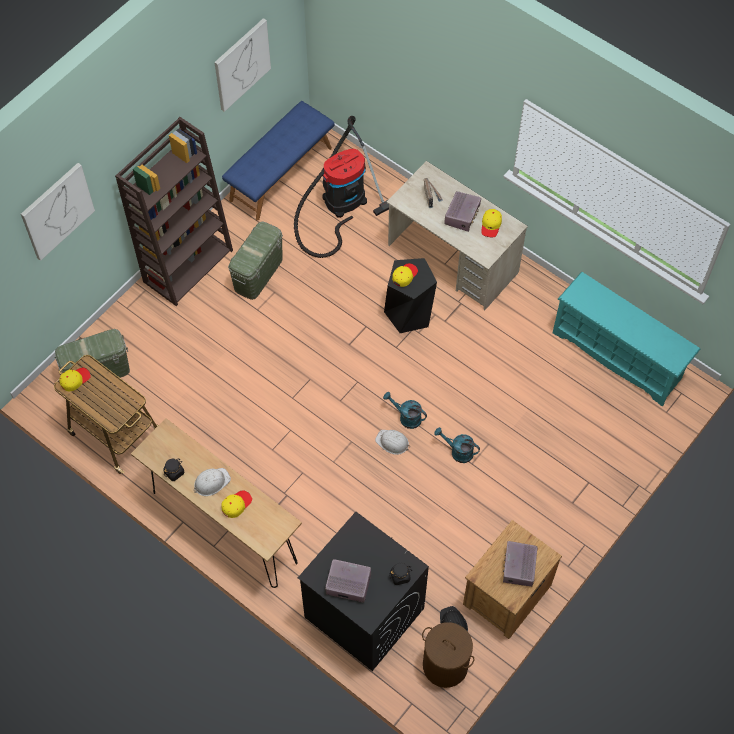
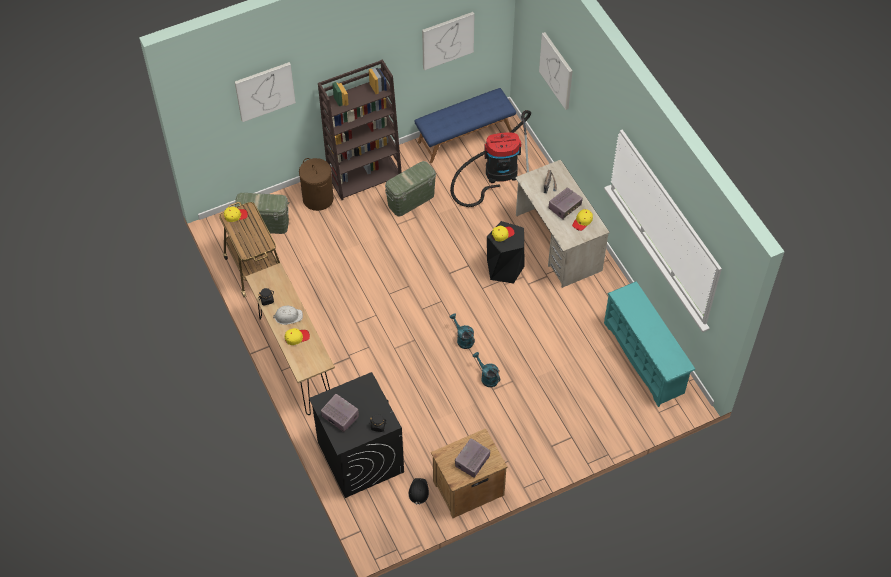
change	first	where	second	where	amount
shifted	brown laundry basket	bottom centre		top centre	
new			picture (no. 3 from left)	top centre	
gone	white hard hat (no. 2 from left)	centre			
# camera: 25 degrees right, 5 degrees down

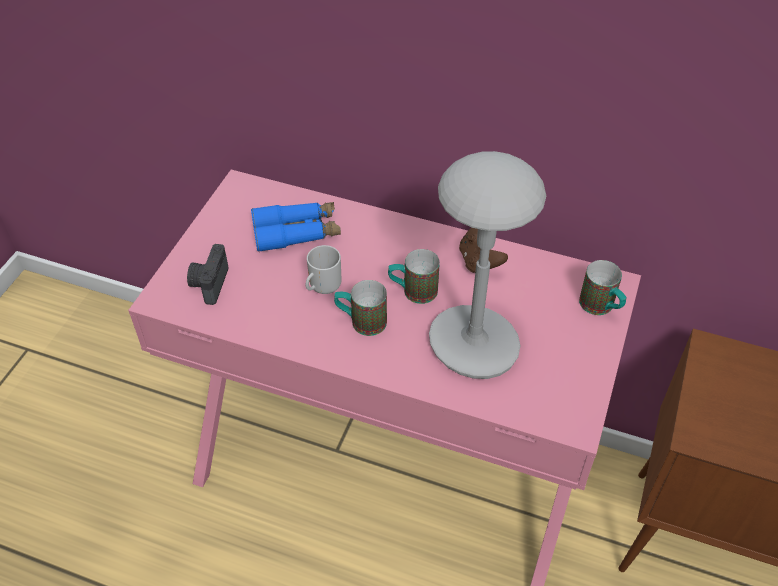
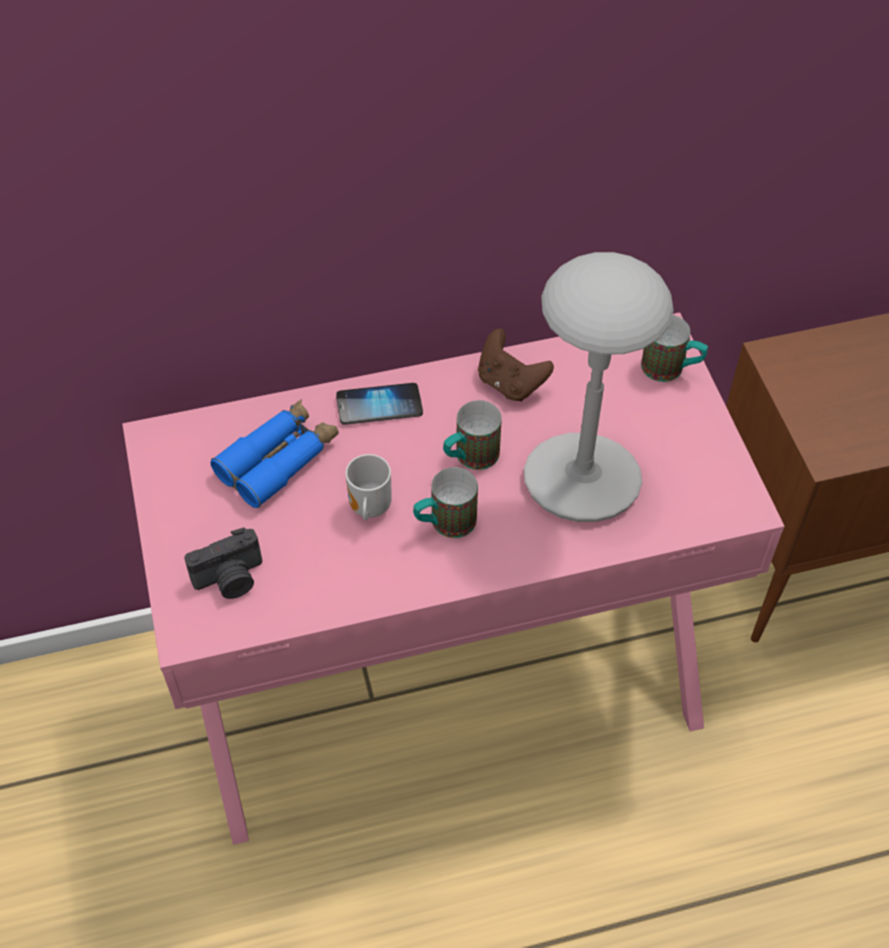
change	first	where	second	where	amount
rotated	photo camera	middle left		middle left	90 degrees counterclockwise
new			phone	centre	
# camera: 35 degrees left, 5 degrees up

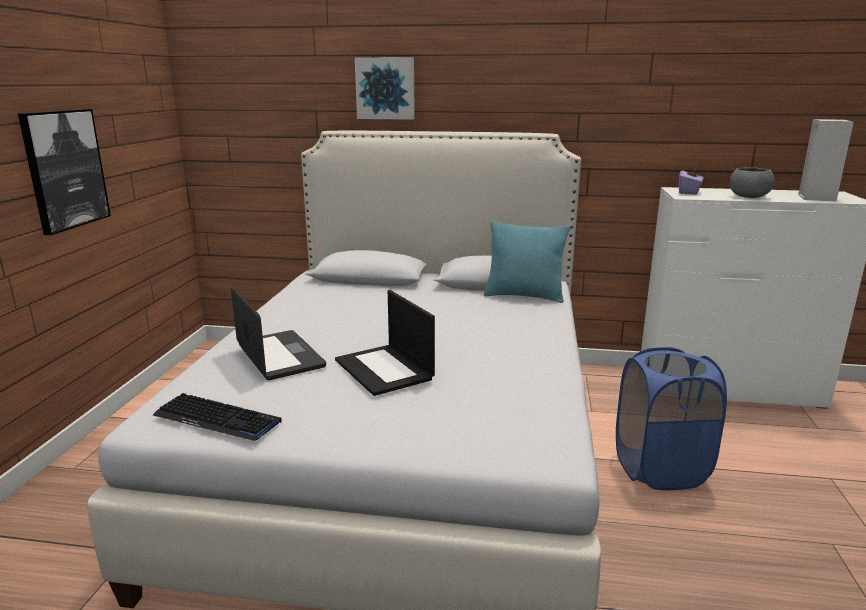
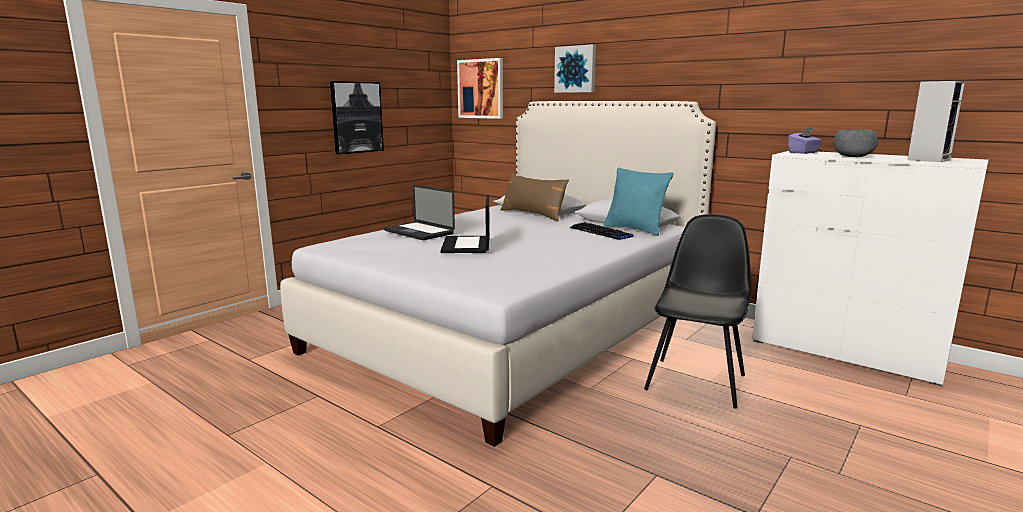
change	first	where	second	where	amount
rotated	laptop (no. 1 from left)	middle left		centre	135 degrees clockwise
new			picture (no. 2 from left)	top centre	
new			brown pillow	centre	
shifted	keyboard	bottom left		centre	
swapped	blue laundry basket	bottom right	black chair	middle right	
# camera: 30 degrees right, 5 degrees down

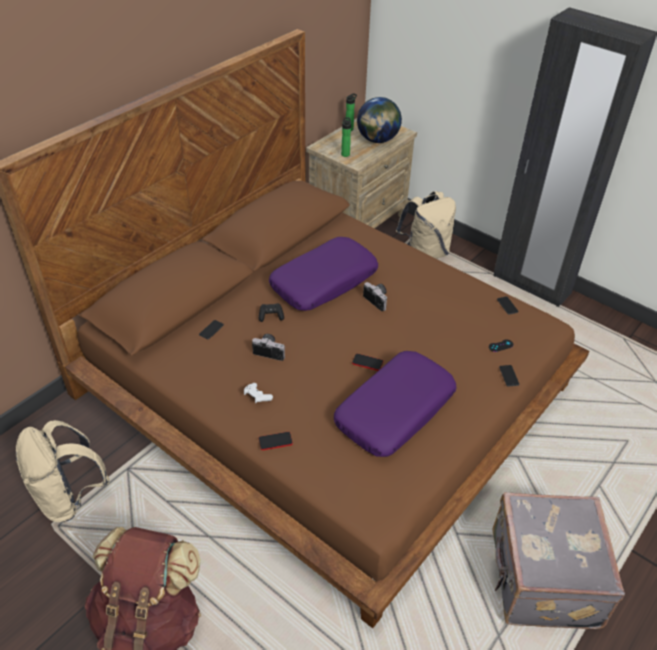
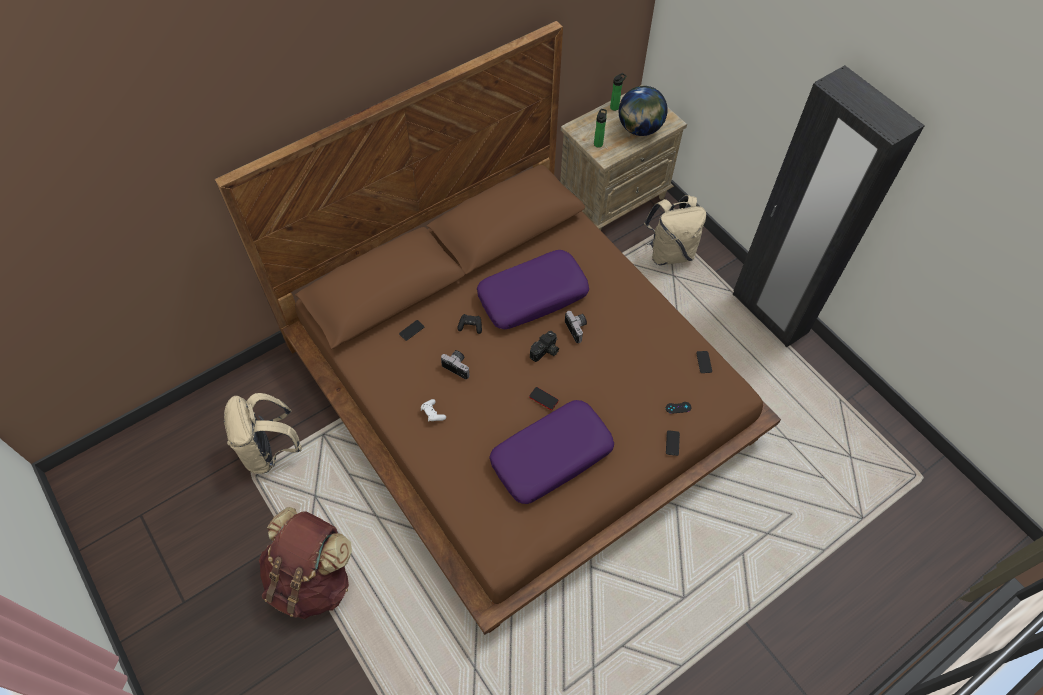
change	first	where	second	where	amount
new			photo camera (no. 2 from left)	centre	
gone	phone (no. 2 from left)	bottom centre			
gone	grey suitcase	bottom right			
# camera: 15 degrees right, 15 degrees up

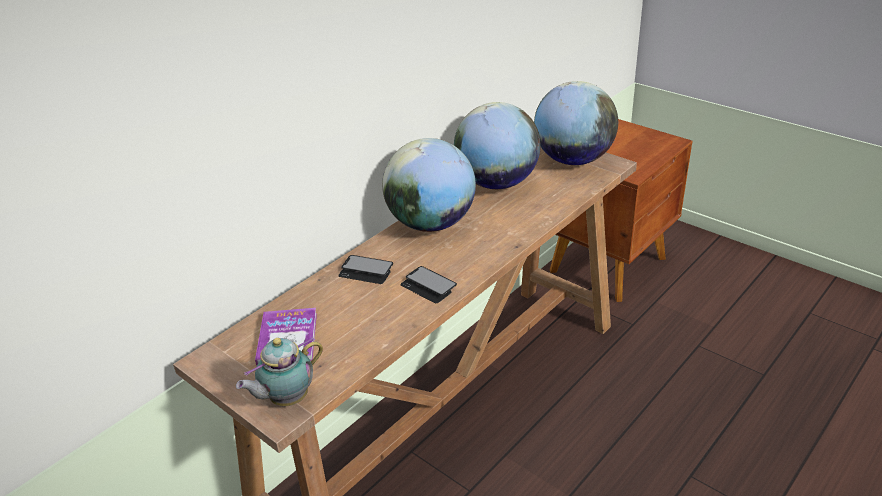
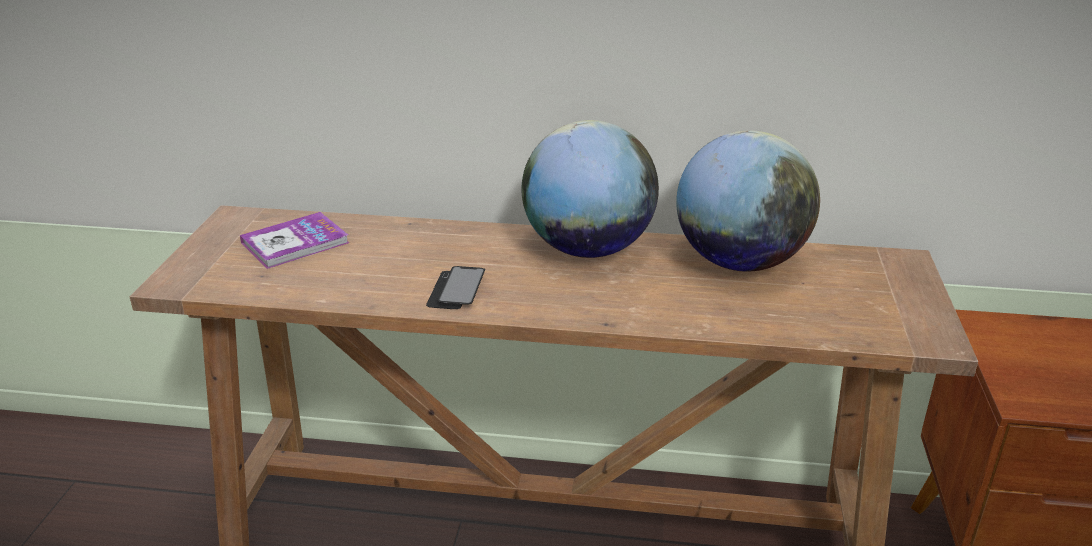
change	first	where	second	where	amount
gone	teapot	bottom left			
gone	phone (no. 1 from left)	centre			
gone	globe (no. 3 from left)	top centre			
# camera: 55 degrees right, 5 degrees down

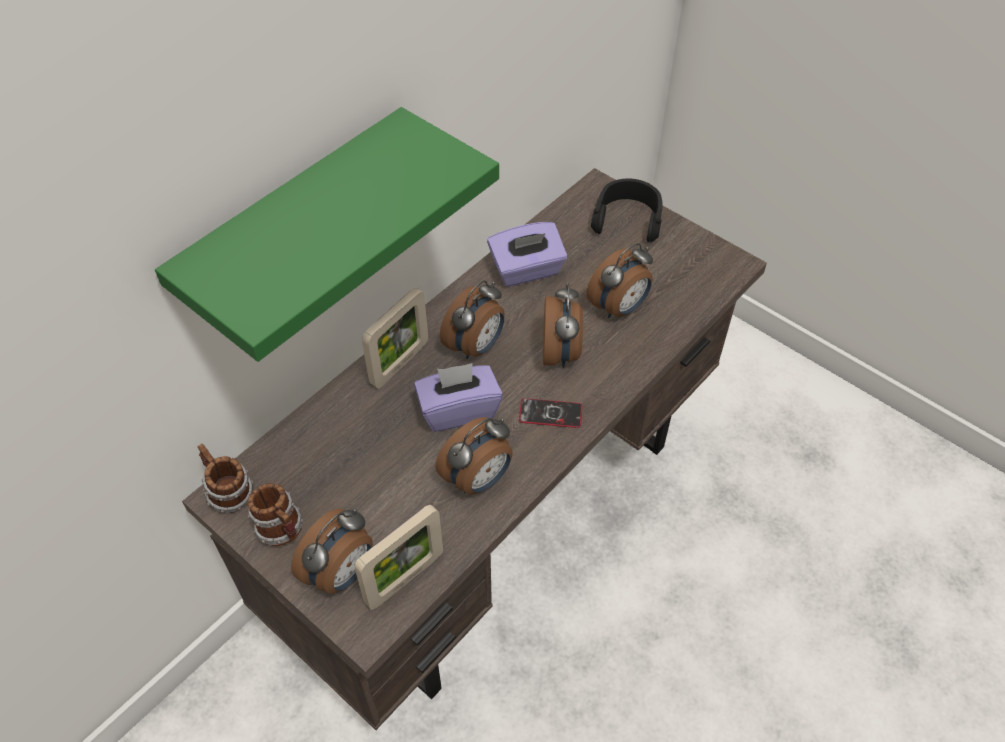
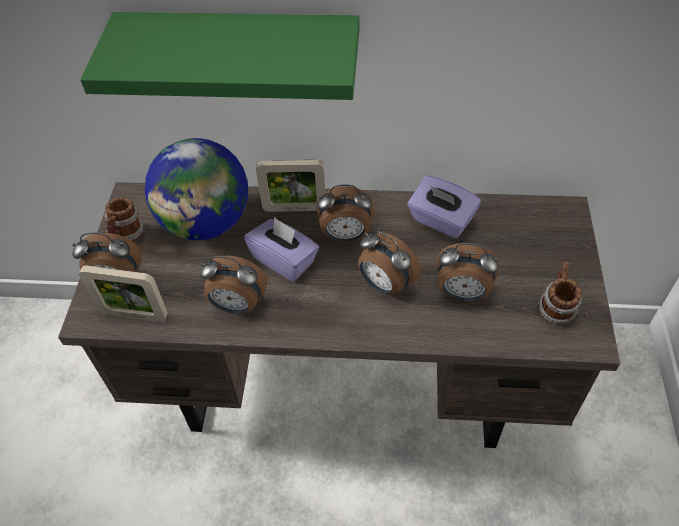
change	first	where	second	where	amount
new			globe	middle left	
rotated	alarm clock (no. 4 from left)	centre		centre	75 degrees clockwise
shifted	mug (no. 1 from left in the first image)	middle left	mug (no. 2 from left)	middle right	
gone	phone	centre			
gone	black headphones	top centre			
# camera: 55 degrees right, 0 degrees up

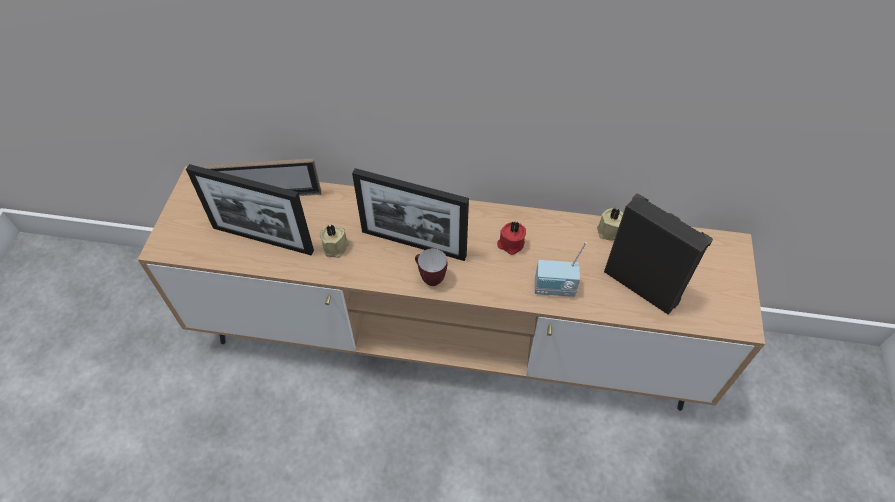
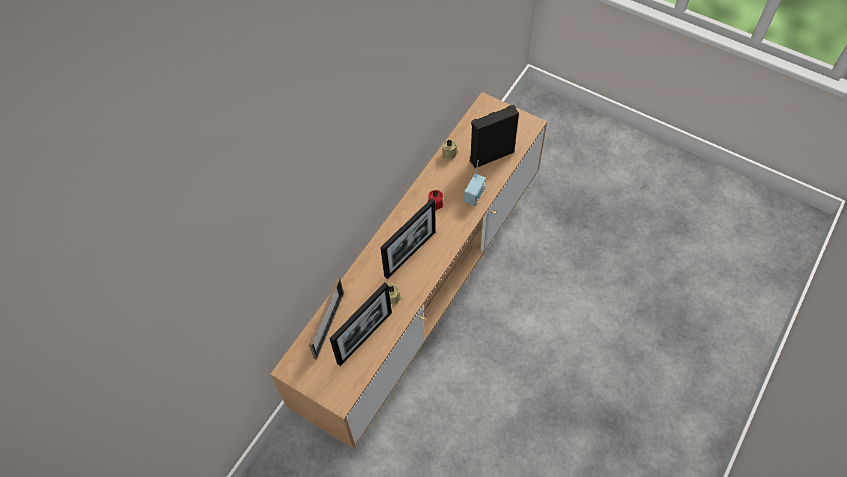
change	first	where	second	where	amount
gone	mug	centre			
# camera: 65 degrees left, 5 degrees up

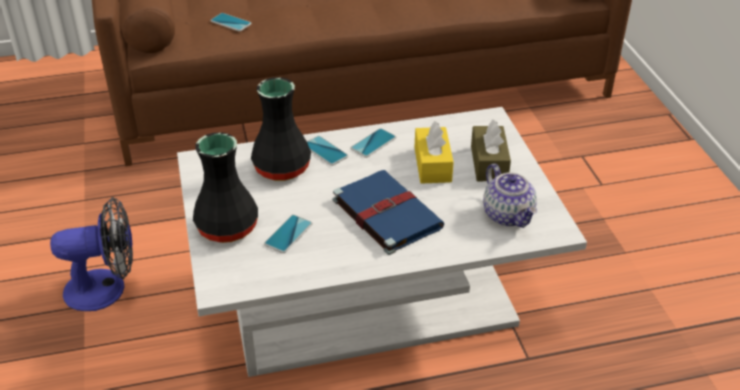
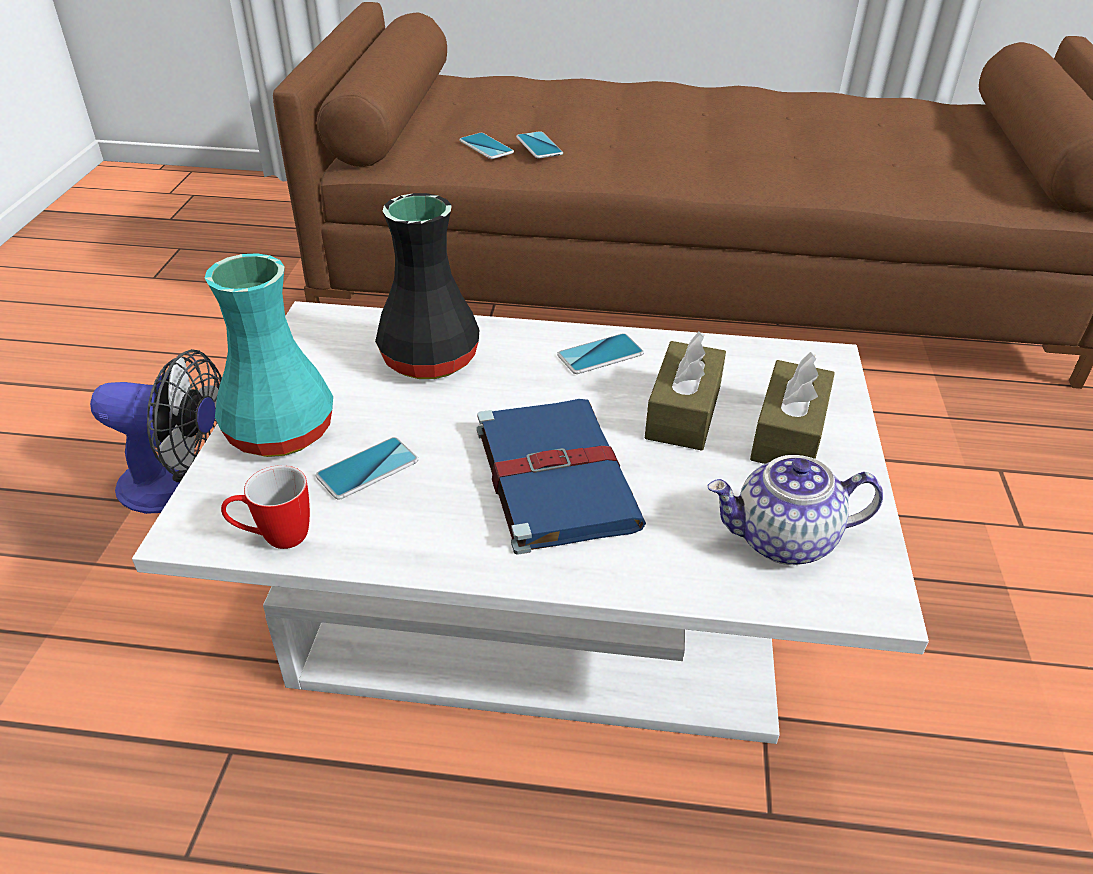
change	first	where	second	where	amount
repainted	black vase (no. 1 from left)	middle left	turquoise vase	middle left	
new			mug	middle left	
shifted	phone (no. 3 from left)	centre		top centre	
repainted	yellow tissue box	centre	brown tissue box (no. 1 from left)	centre	
rotated	teapot	middle right		middle right	90 degrees clockwise
# camera: 20 degrees right, 0 degrees up

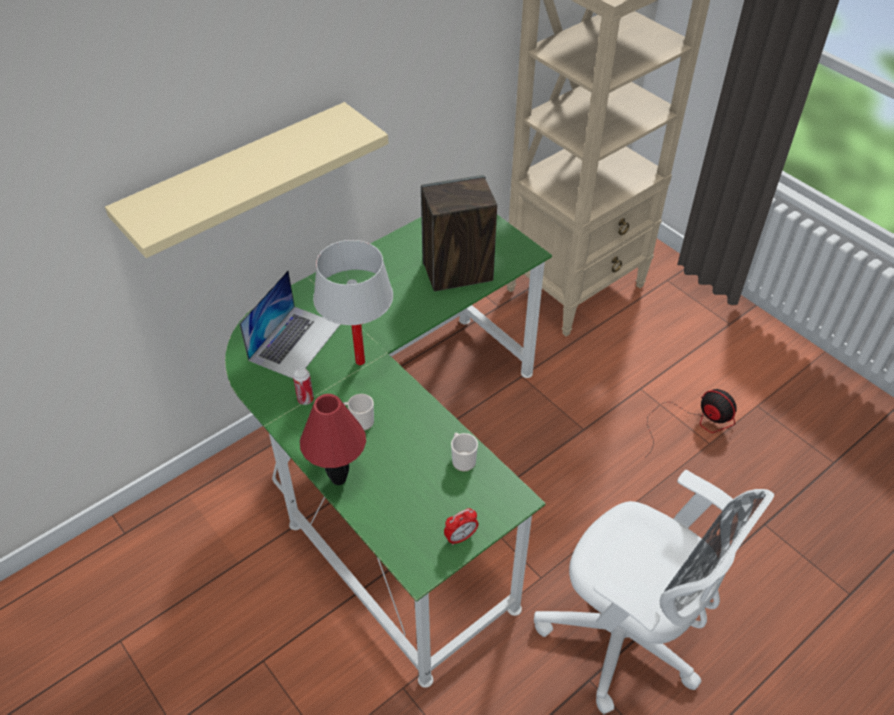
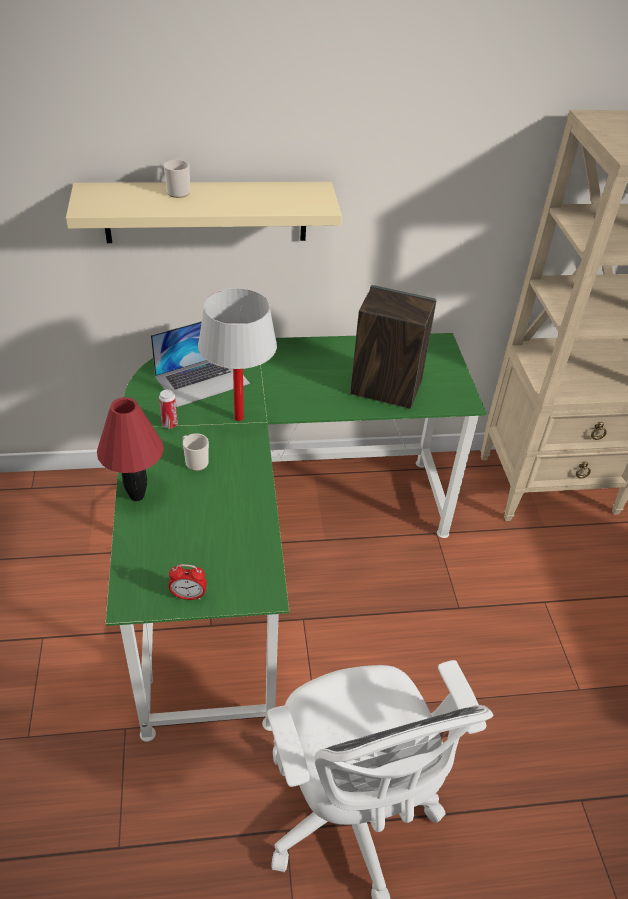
change	first	where	second	where	amount
shifted	mug (no. 2 from left in the first image)	centre	mug (no. 1 from left)	top left	
gone	fan	middle right			
# camera: 30 degrees right, 5 degrees down

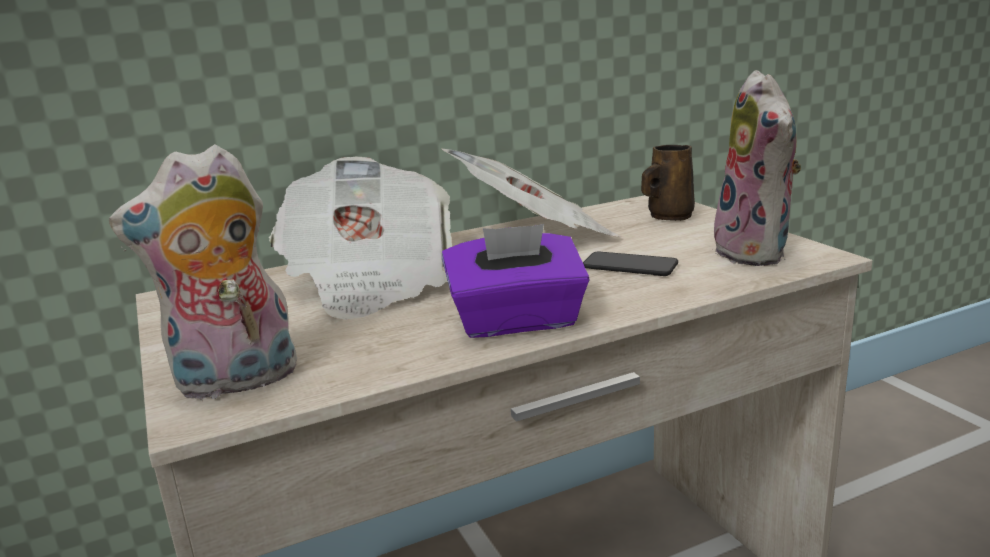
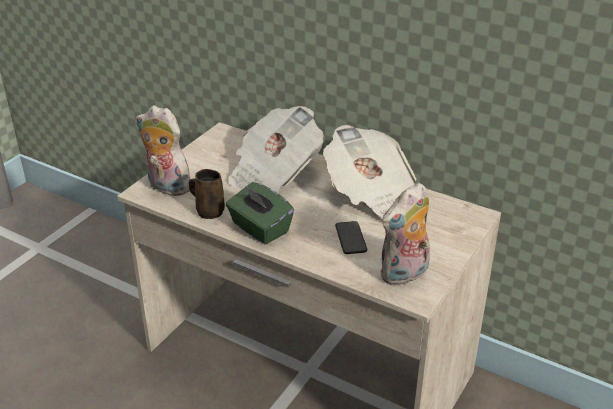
change	first	where	second	where	amount
shifted	brown mug	top right		centre	
repainted	purple tissue box	centre	green tissue box	centre	
# camera: 55 degrees right, 15 degrees up

